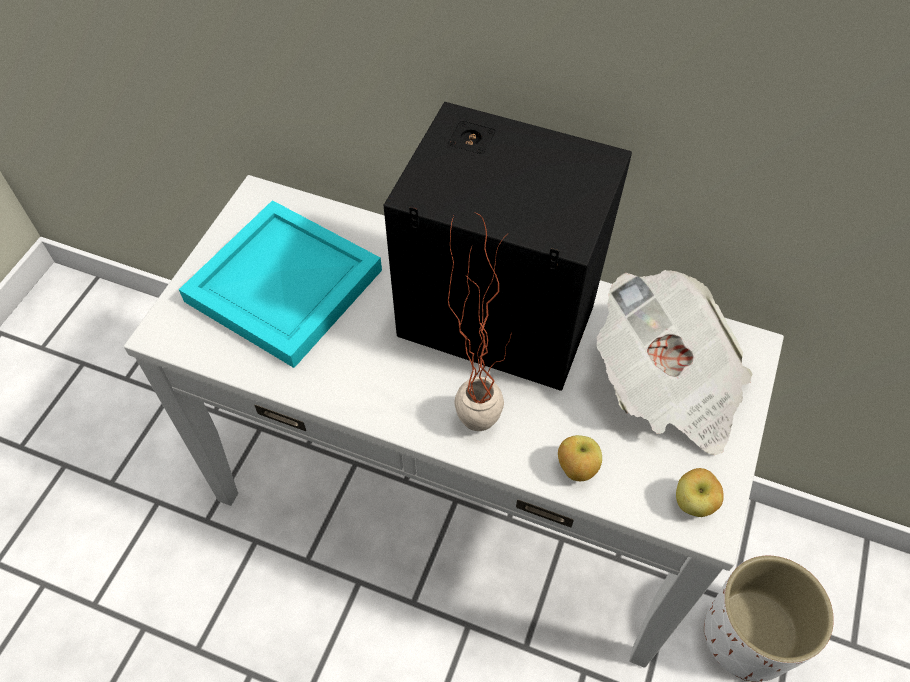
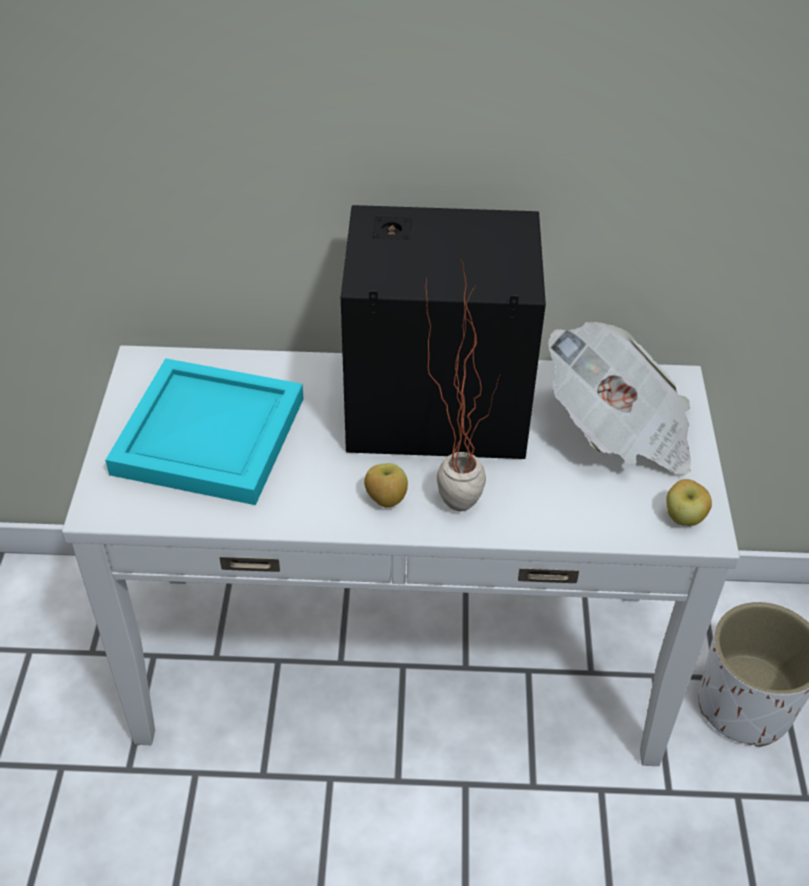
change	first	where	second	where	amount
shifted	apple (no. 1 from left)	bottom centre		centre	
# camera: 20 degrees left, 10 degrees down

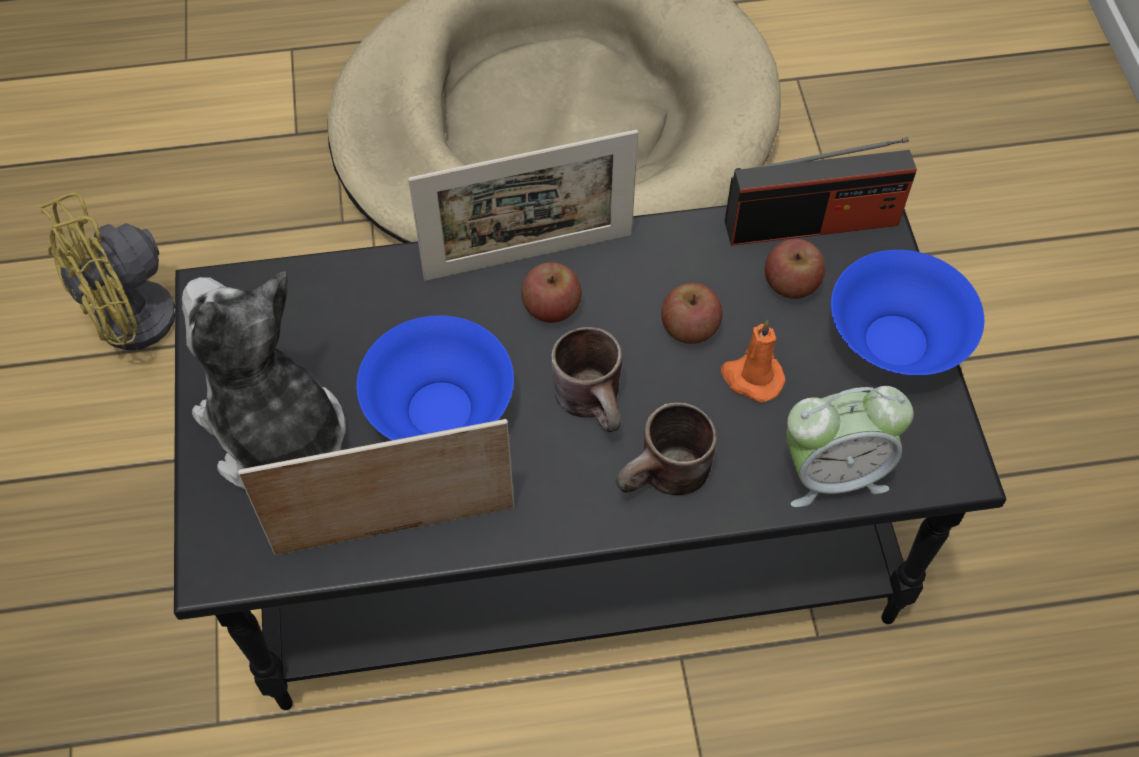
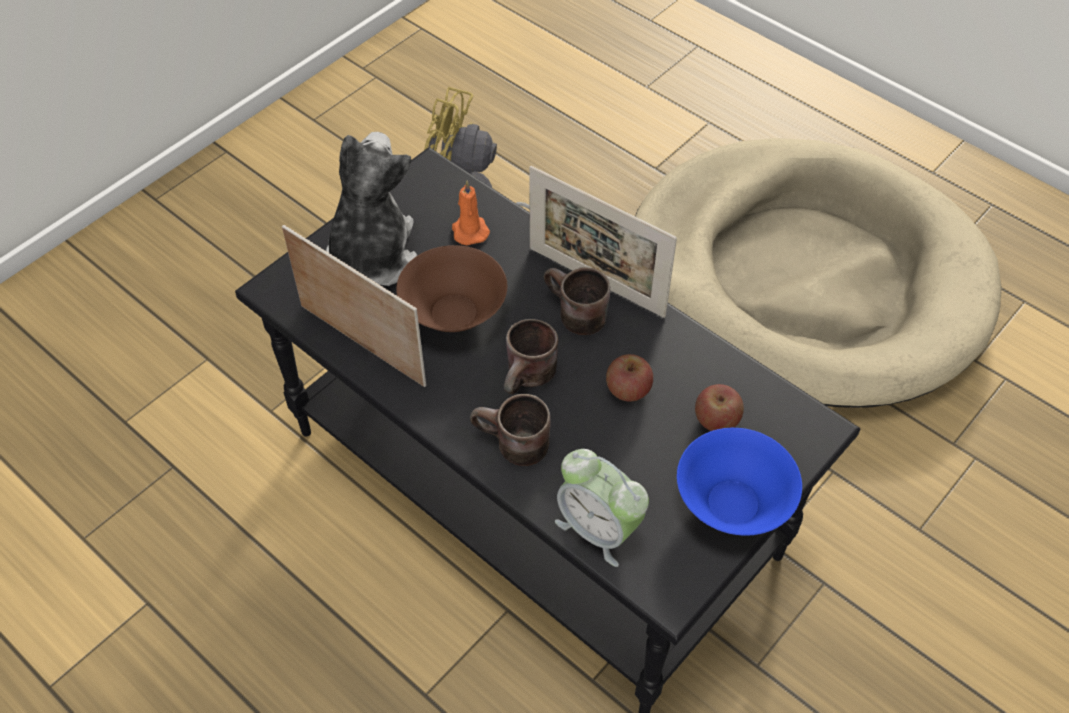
change	first	where	second	where	amount
repainted	blue bowl (no. 1 from left)	centre	brown bowl	centre	
shifted	orange candle	centre		top centre	
swapped	apple (no. 1 from left)	centre	brown mug (no. 3 from left)	centre	
gone	radio	top right			
# camera: 50 degrees right, 5 degrees down

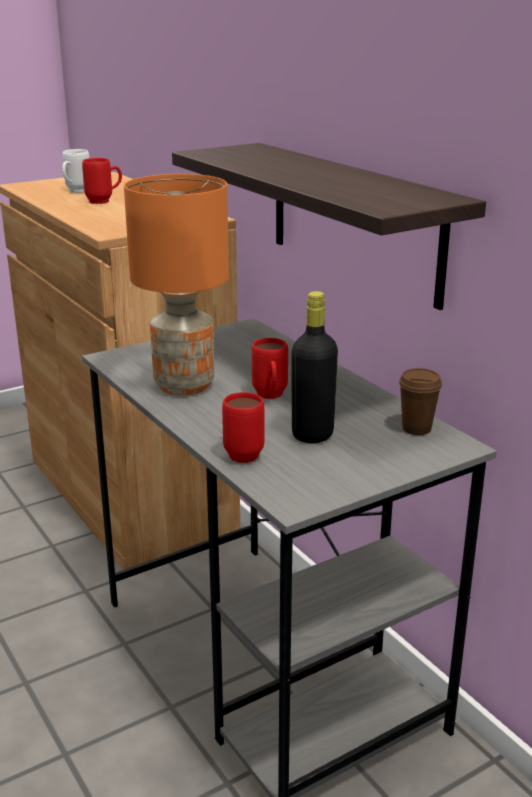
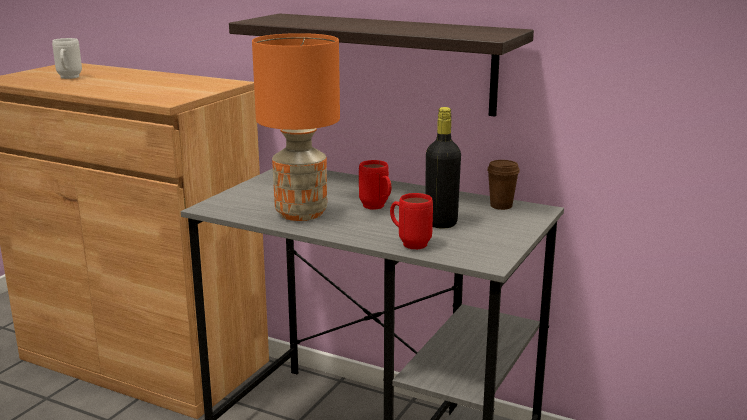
change	first	where	second	where	amount
gone	red mug (no. 1 from left)	top left			
# camera: 30 degrees left, 5 degrees down

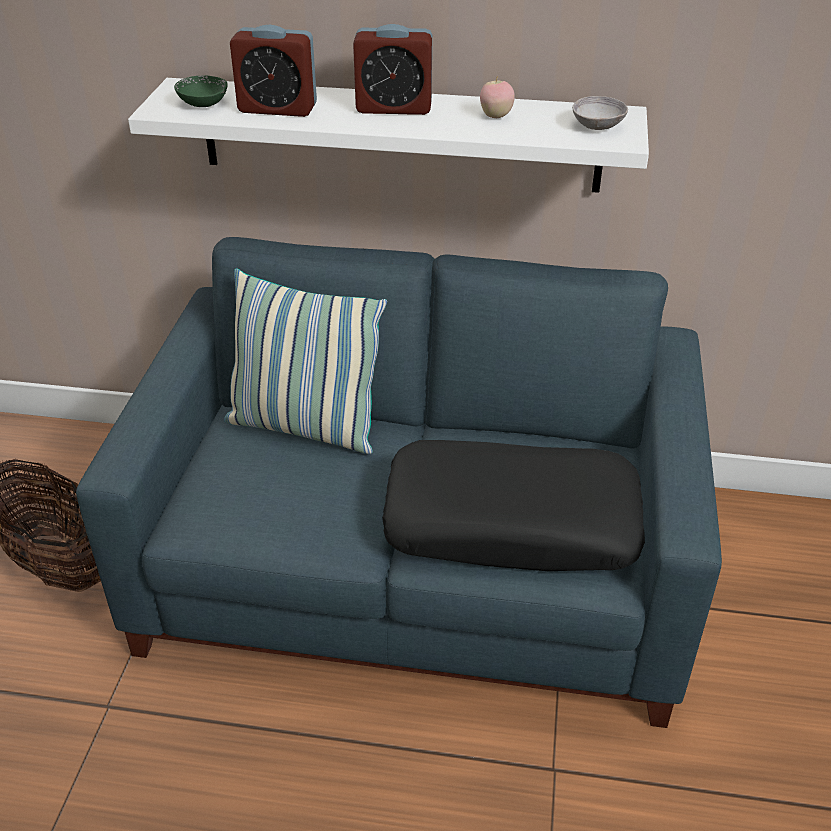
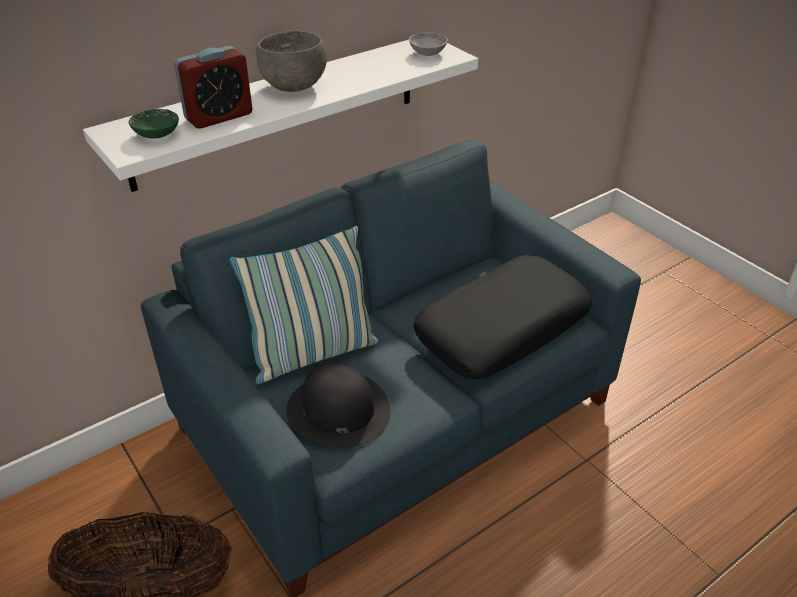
change	first	where	second	where	amount
swapped	alarm clock (no. 2 from left)	top centre	grey bowl (no. 1 from left)	top centre	
new			black hat	bottom centre	
gone	apple	top centre			
# camera: 45 degrees left, 0 degrees up

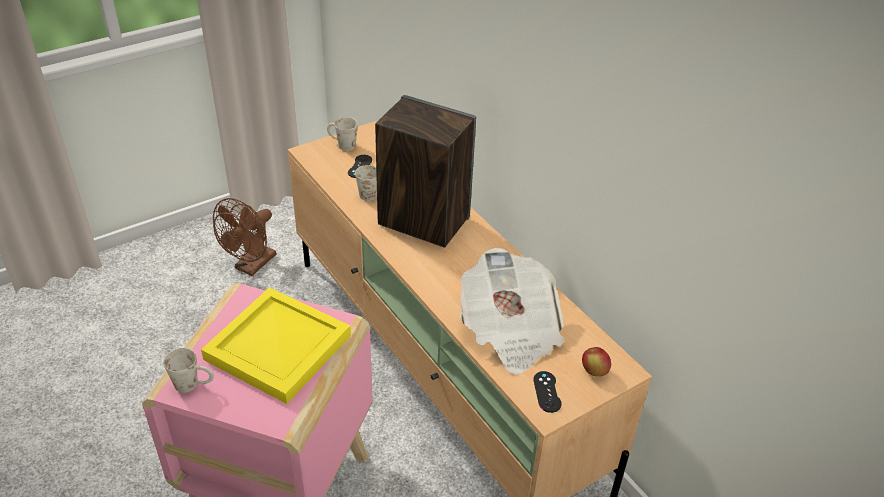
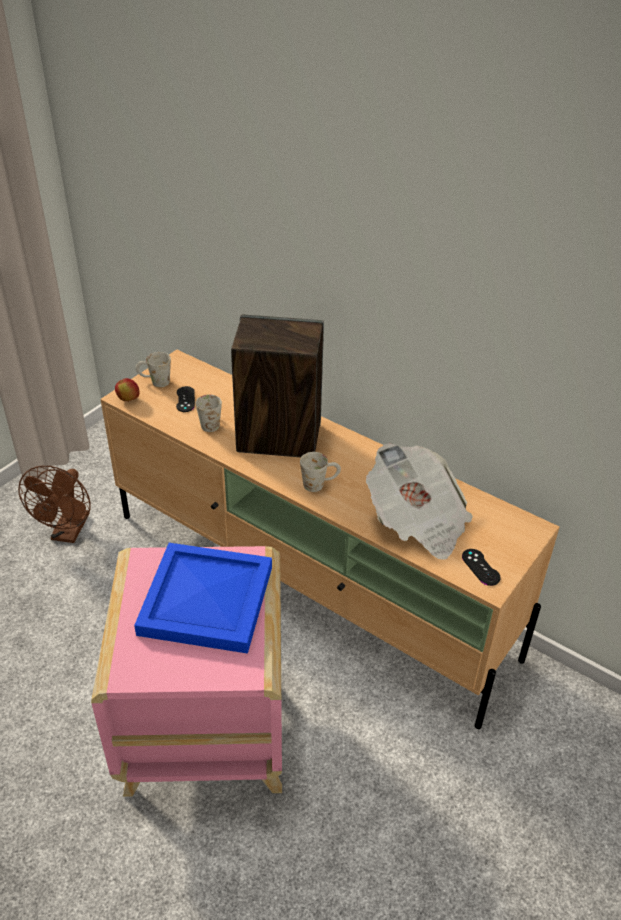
change	first	where	second	where	amount
shifted	apple	bottom right		middle left	
repainted	yellow tray	bottom left	blue tray	middle left	
shifted	white mug (no. 1 from left in the first image)	bottom left	white mug (no. 3 from left)	centre	
# camera: 20 degrees left, 0 degrees up

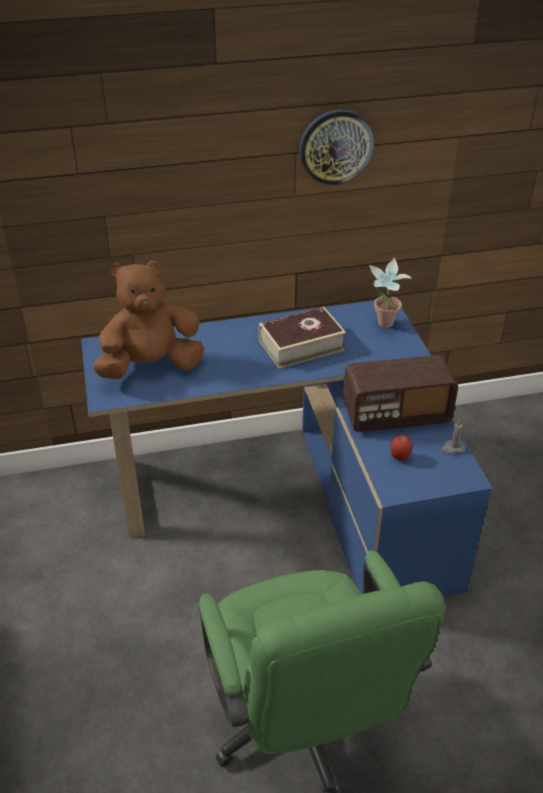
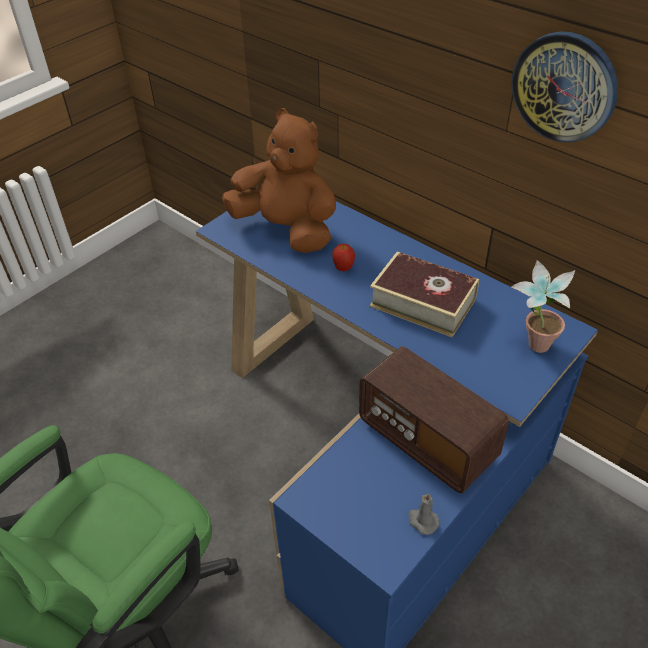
change	first	where	second	where	amount
shifted	apple	middle right		centre	
# camera: 55 degrees right, 5 degrees up

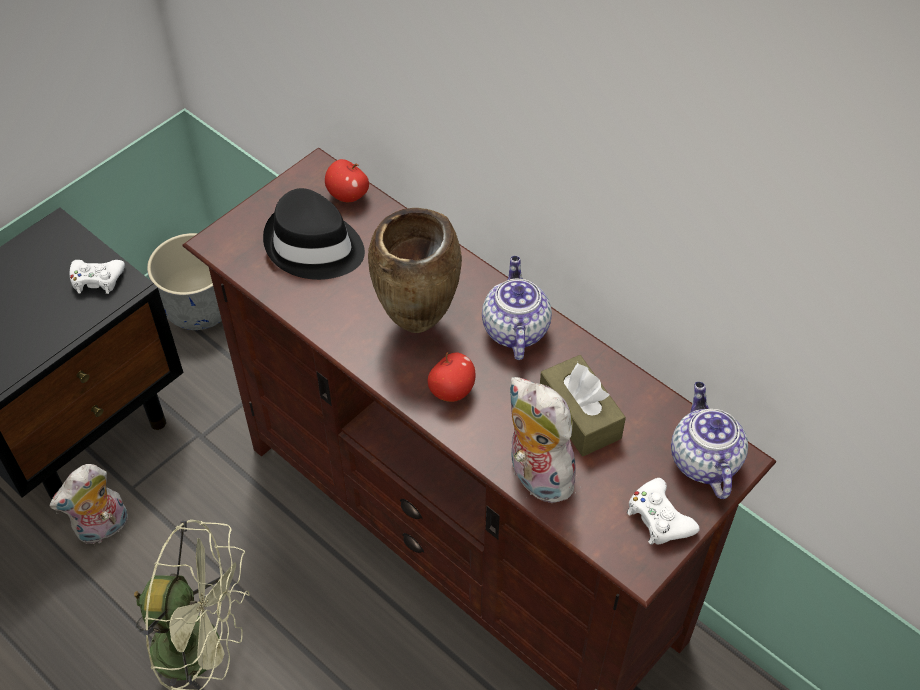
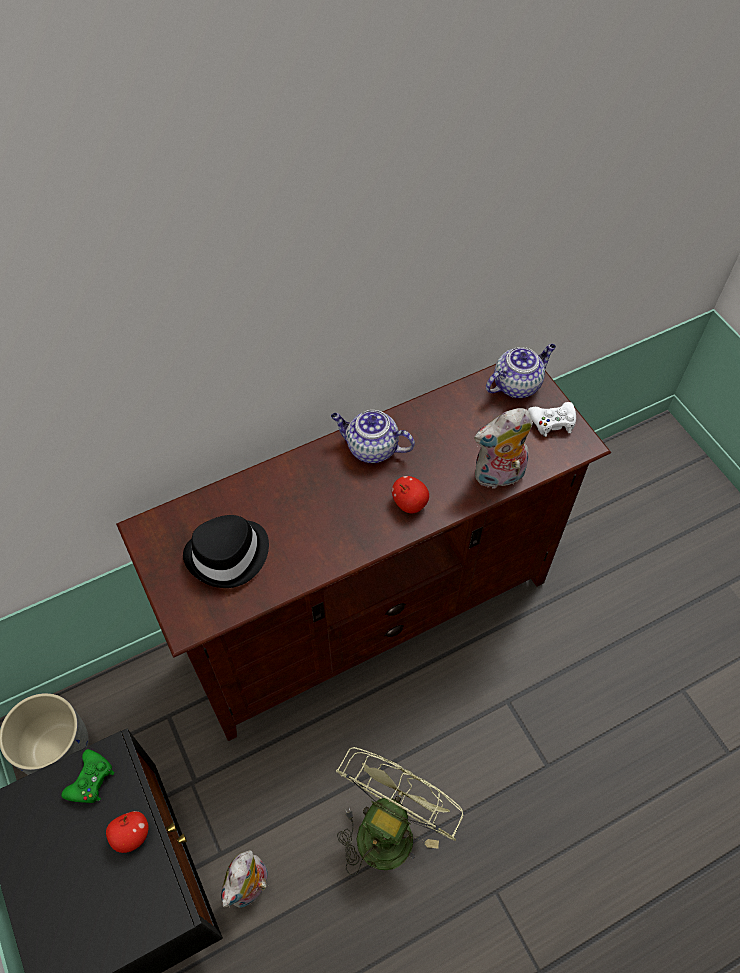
change	first	where	second	where	amount
repainted	white game controller (no. 1 from left)	middle left	green game controller	bottom left	
shifted	apple (no. 1 from left)	top centre		bottom left	
rotated	plush toy (no. 1 from left)	bottom left		bottom left	45 degrees clockwise
rotated	teapot (no. 2 from left)	middle right		middle right	135 degrees clockwise
gone	brown vase	centre			
gone	brown tissue box	centre			
# camera: 70 degrees left, 5 degrees up

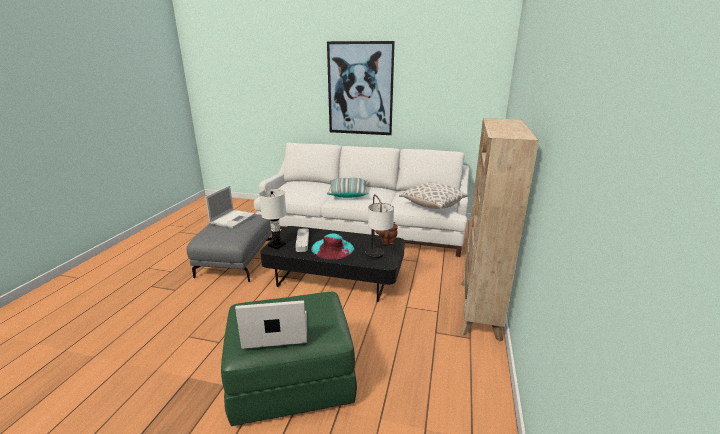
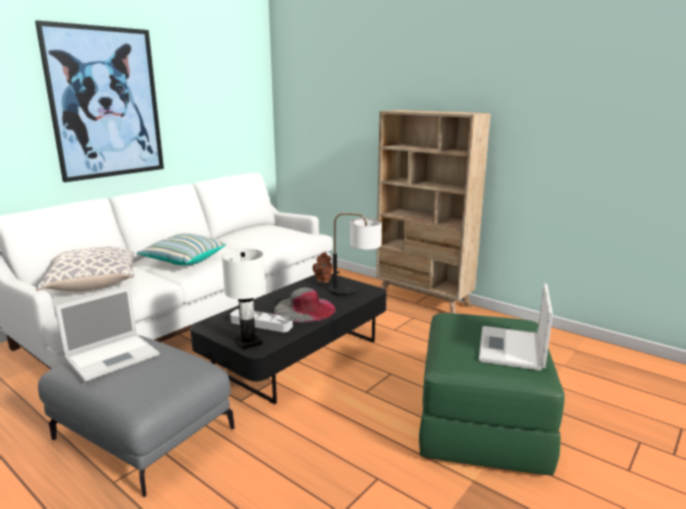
change	first	where	second	where	amount
shifted	pillow (no. 2 from left in the first image)	centre	pillow (no. 1 from left)	middle left	
rotated	laptop (no. 1 from left)	middle left		middle left	90 degrees clockwise
repainted	turquoise hat	centre	grey hat	centre	
# camera: 65 degrees left, 5 degrees down

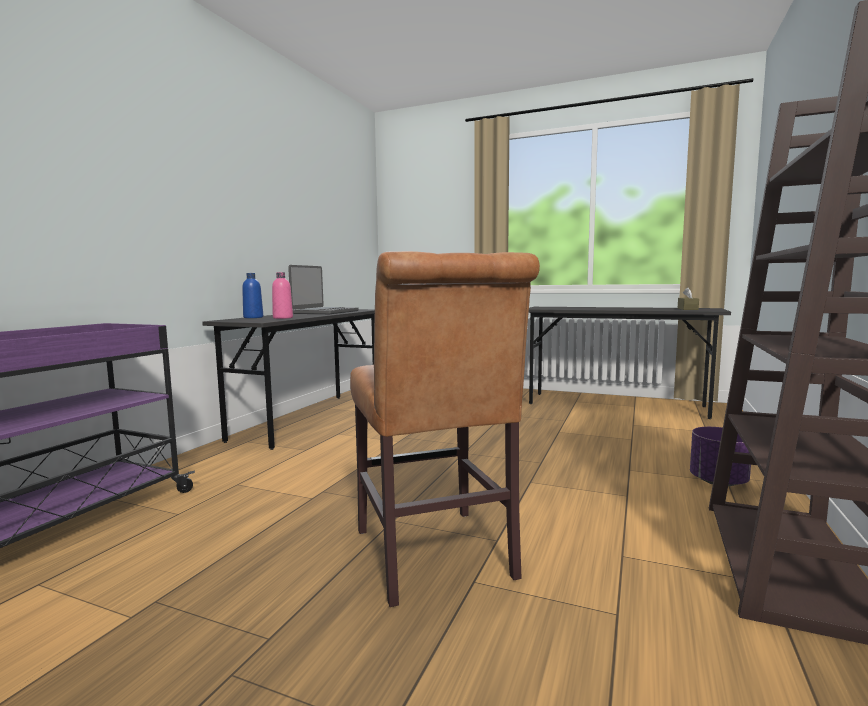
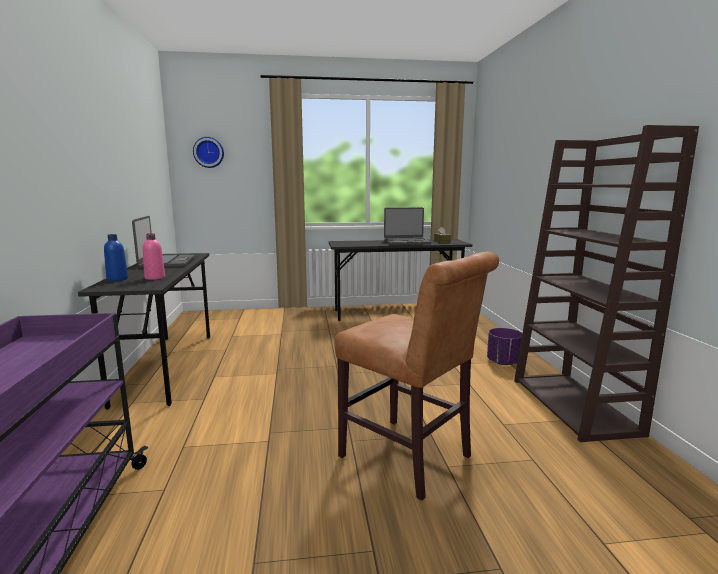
change	first	where	second	where	amount
new			wall clock	top left	
new			laptop (no. 2 from left)	centre	
# camera: 30 degrees left, 5 degrees up

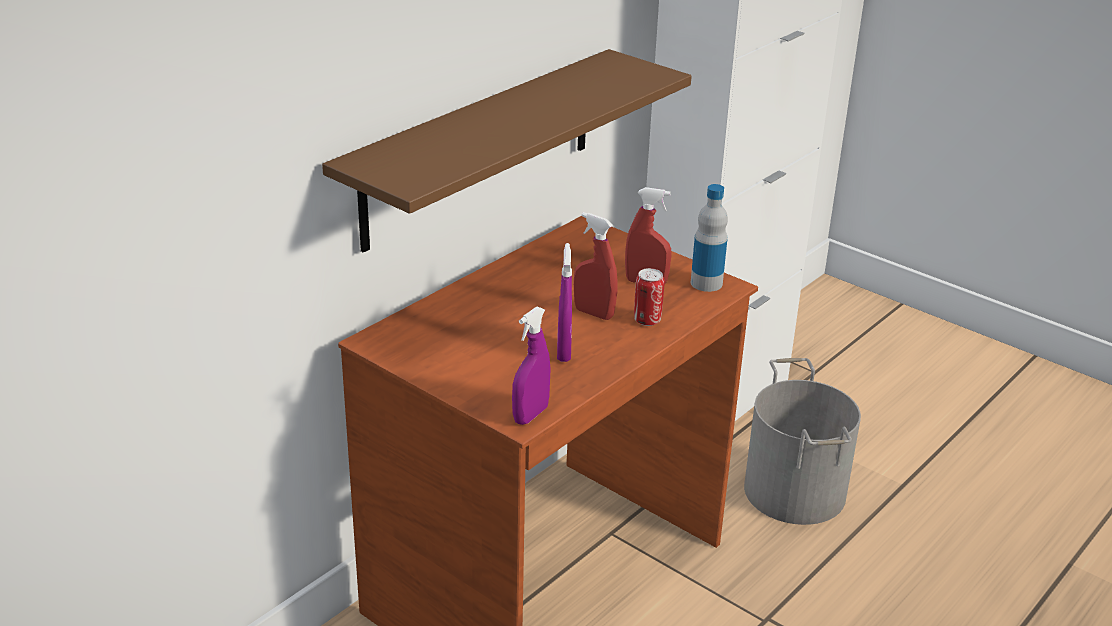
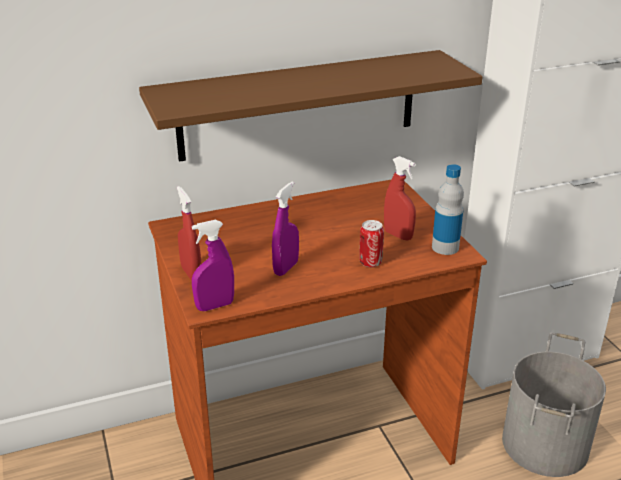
change	first	where	second	where	amount
shifted	red spray bottle (no. 1 from left)	centre		middle left	
# camera: 30 degrees right, 0 degrees up

